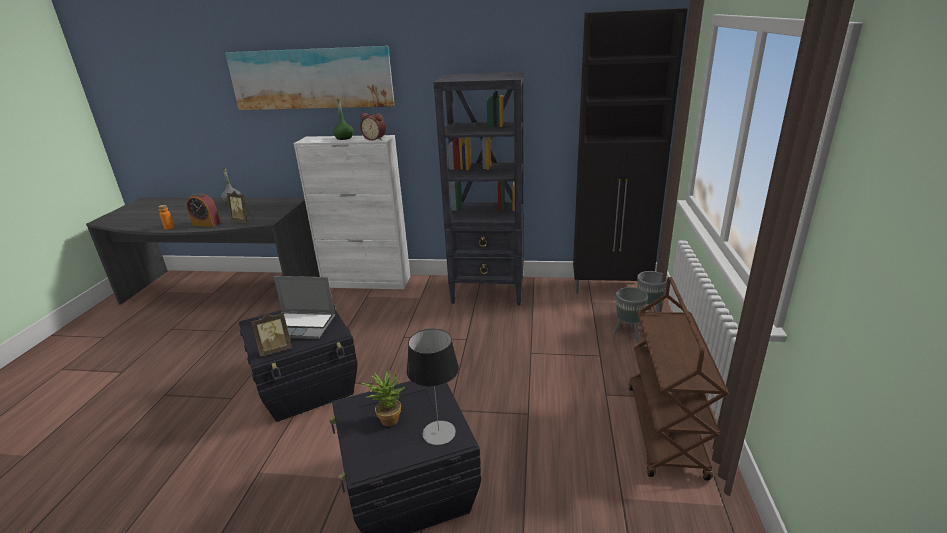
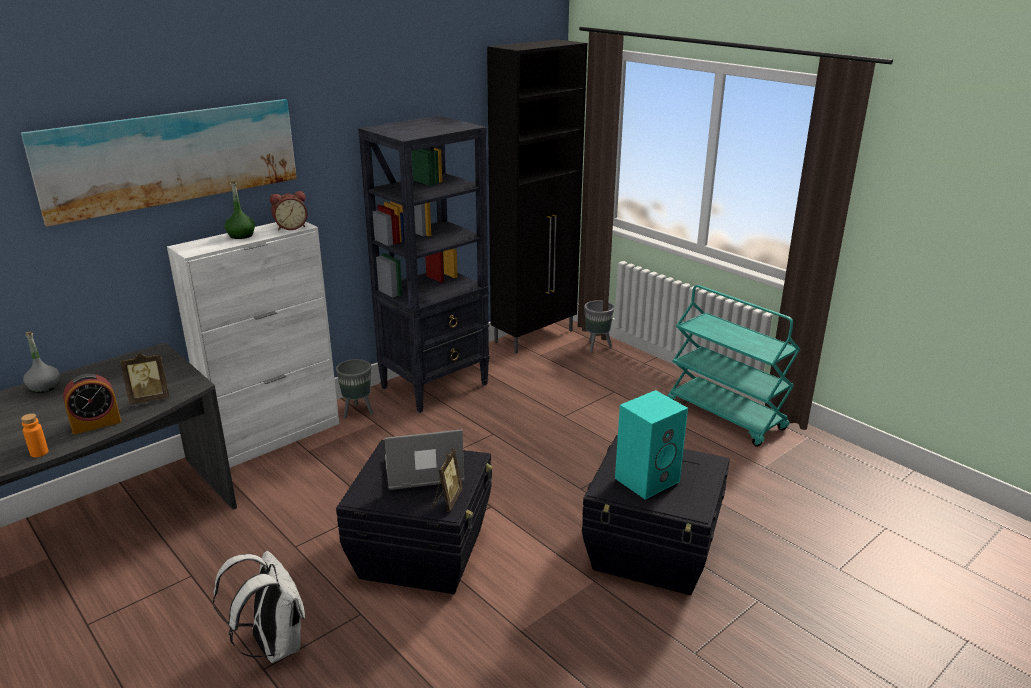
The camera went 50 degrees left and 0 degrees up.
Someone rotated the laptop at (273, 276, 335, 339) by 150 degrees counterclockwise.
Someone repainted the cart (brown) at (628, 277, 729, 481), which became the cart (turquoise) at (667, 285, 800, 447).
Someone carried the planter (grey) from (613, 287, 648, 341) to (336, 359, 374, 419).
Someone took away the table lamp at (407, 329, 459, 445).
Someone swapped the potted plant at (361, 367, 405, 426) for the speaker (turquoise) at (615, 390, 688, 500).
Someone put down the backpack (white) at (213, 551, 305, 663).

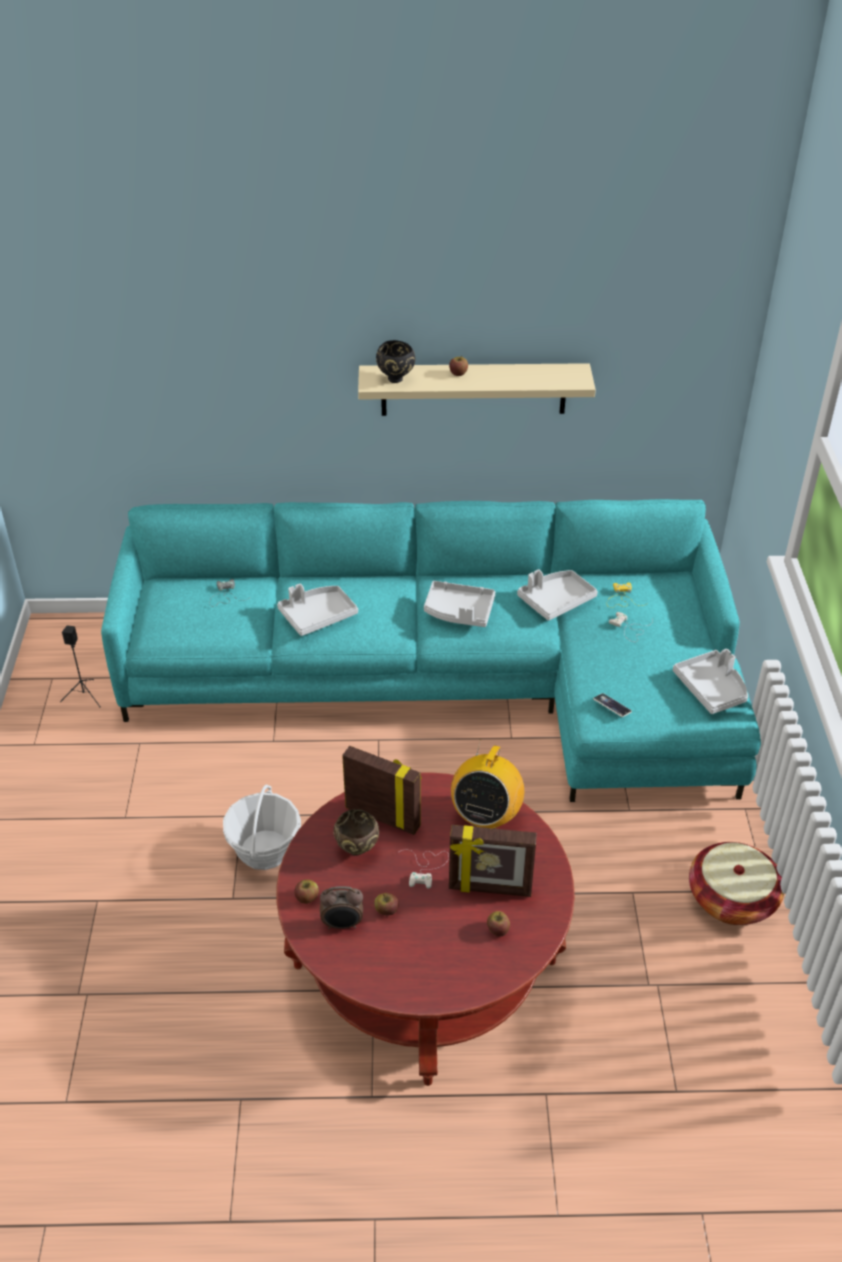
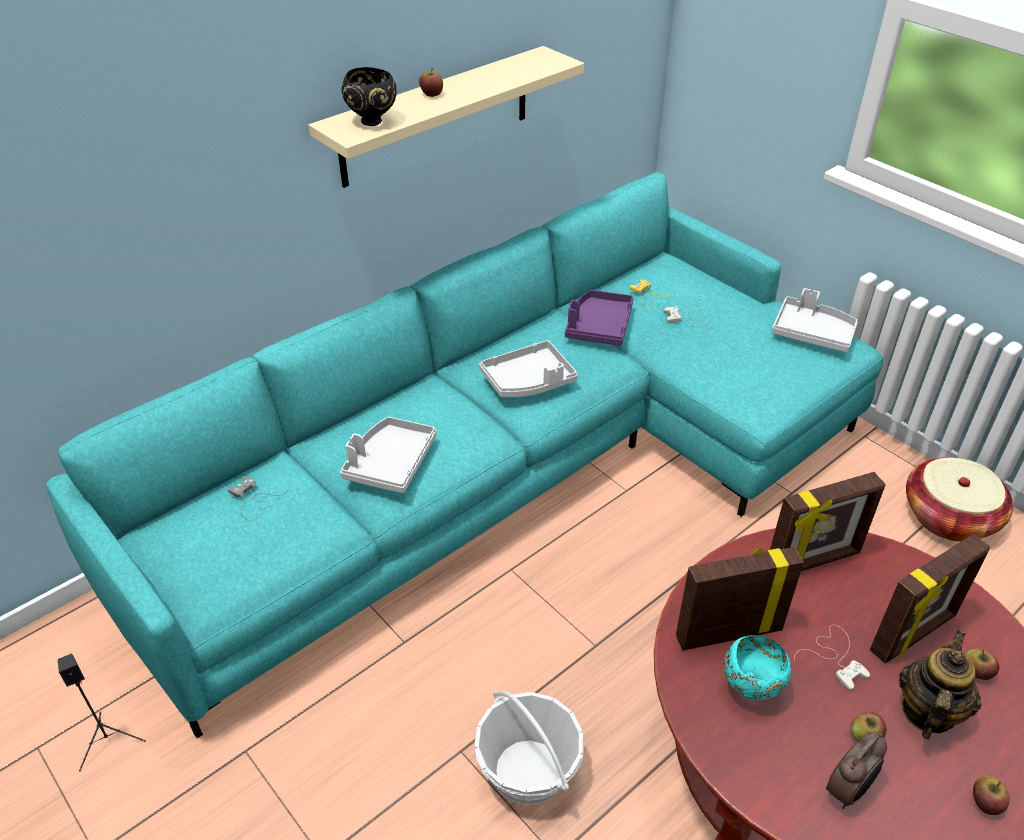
The camera went 40 degrees left and 0 degrees up.
Someone repainted the tray (grey) at (517, 570, 598, 621), which became the tray (purple) at (565, 290, 634, 346).
Someone took away the phone at (593, 693, 632, 717).
Someone swapped the radio at (451, 739, 524, 829) for the picture frame at (770, 472, 886, 571).
Someone repainted the bowl (brown) at (334, 809, 379, 856), which became the bowl (turquoise) at (724, 635, 792, 700).
Someone carried the apple from (294, 879, 319, 904) to (973, 776, 1010, 815).
Someone put down the teapot at (899, 630, 981, 739).

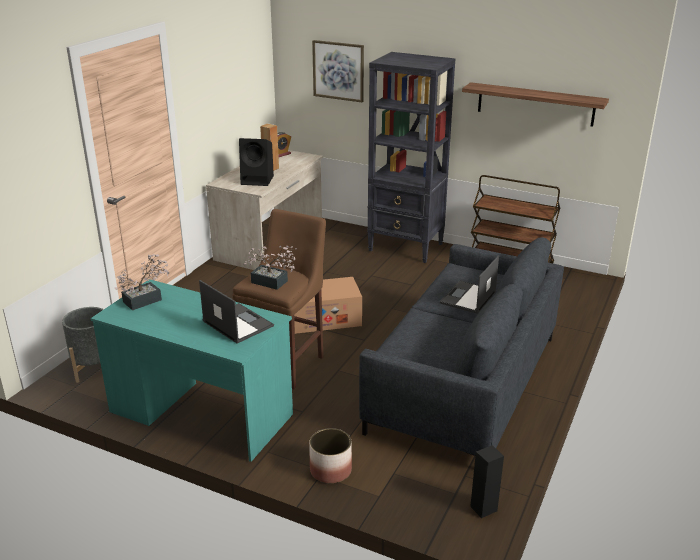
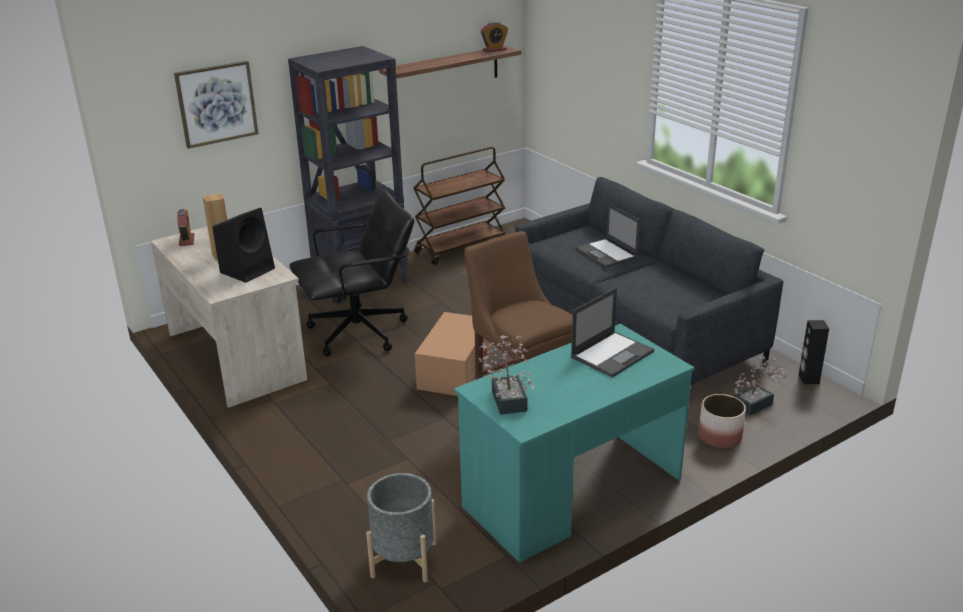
The camera went 60 degrees left and 0 degrees up.
Someone carried the potted plant from (244, 246, 297, 290) to (734, 356, 786, 416).
Someone rotated the laptop at (199, 280, 274, 343) by 150 degrees clockwise.
Someone put down the alarm clock at (481, 22, 508, 53).
Someone put down the office chair (black) at (289, 190, 414, 356).

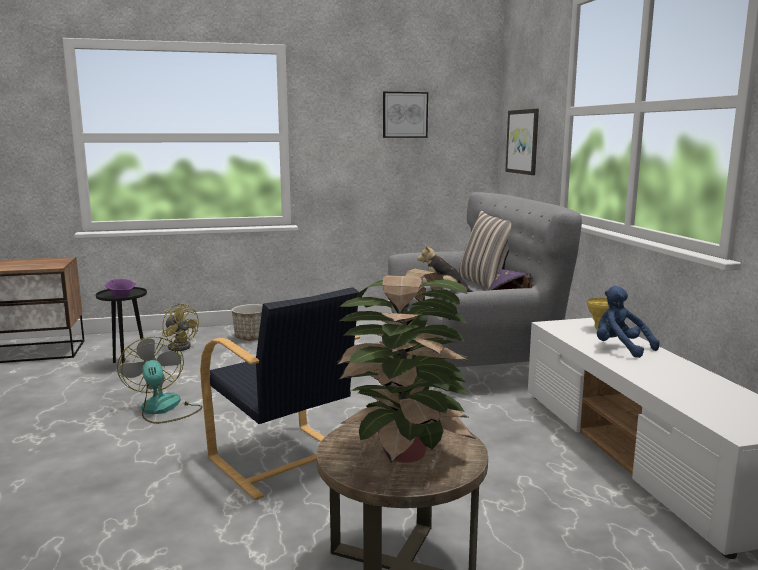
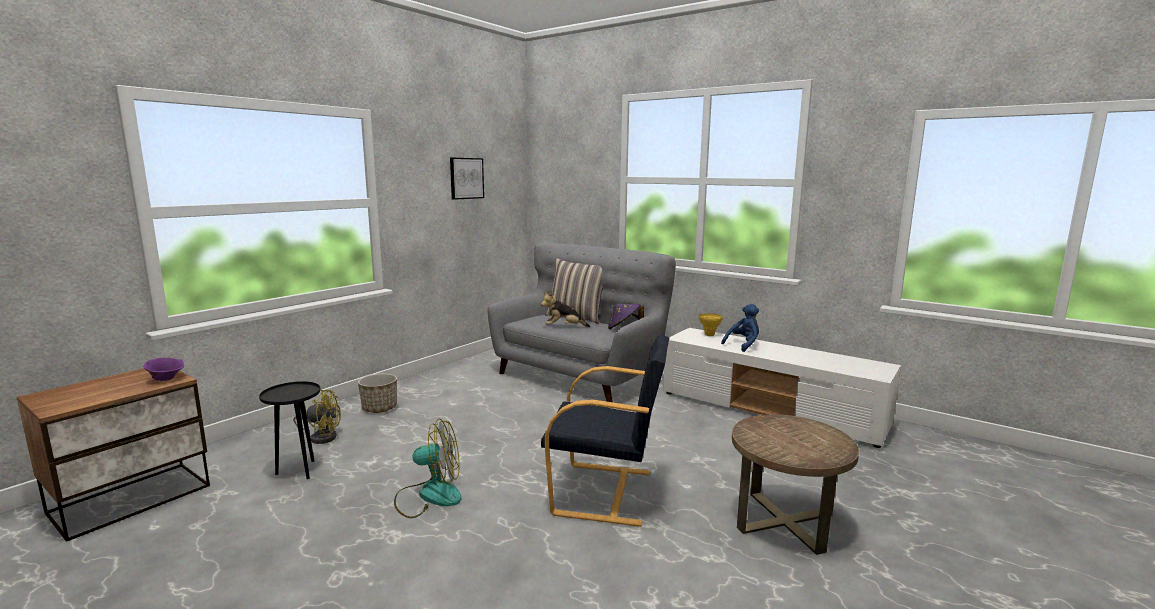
The camera went 40 degrees left and 0 degrees up.
Someone took away the picture at (505, 109, 539, 175).
Someone took away the potted plant at (337, 268, 476, 463).
Someone carried the bowl (purple) from (105, 279, 136, 298) to (143, 358, 184, 381).
Someone rotated the plush toy (blue) at (597, 286, 660, 358) by 135 degrees clockwise.
Someone rotated the fan at (117, 337, 203, 424) by 150 degrees clockwise.

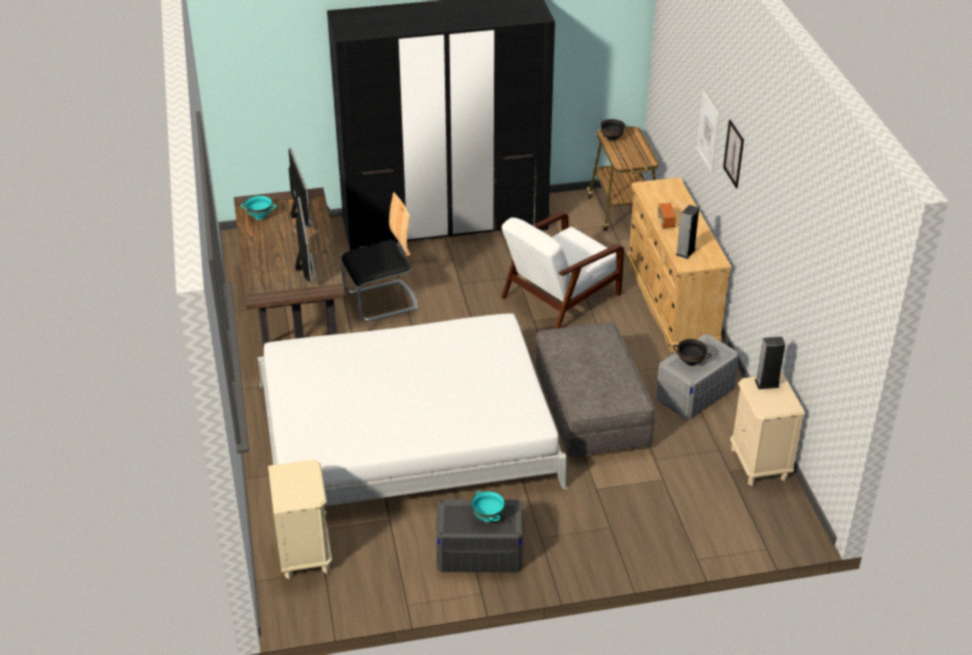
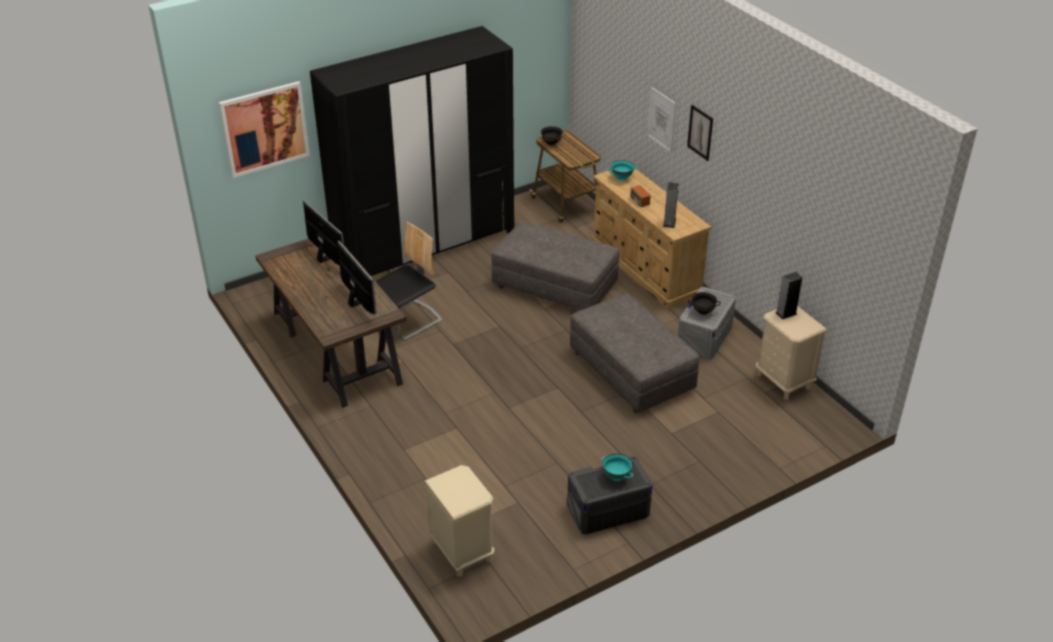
The camera went 20 degrees left and 0 degrees up.
Someone carried the bowl (turquoise) from (241, 195, 277, 220) to (608, 160, 637, 181).
Someone swapped the armchair (white) at (501, 212, 624, 329) for the ottoman (grey) at (491, 221, 619, 311).
Someone took away the bed (white) at (258, 313, 568, 506).
Someone put up the picture at (219, 81, 310, 178).

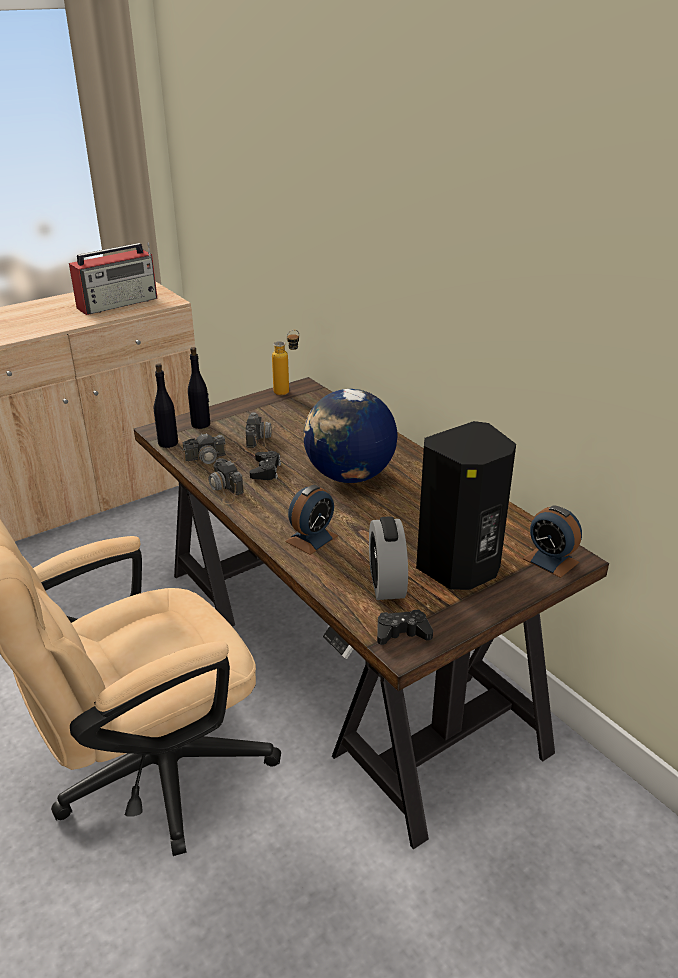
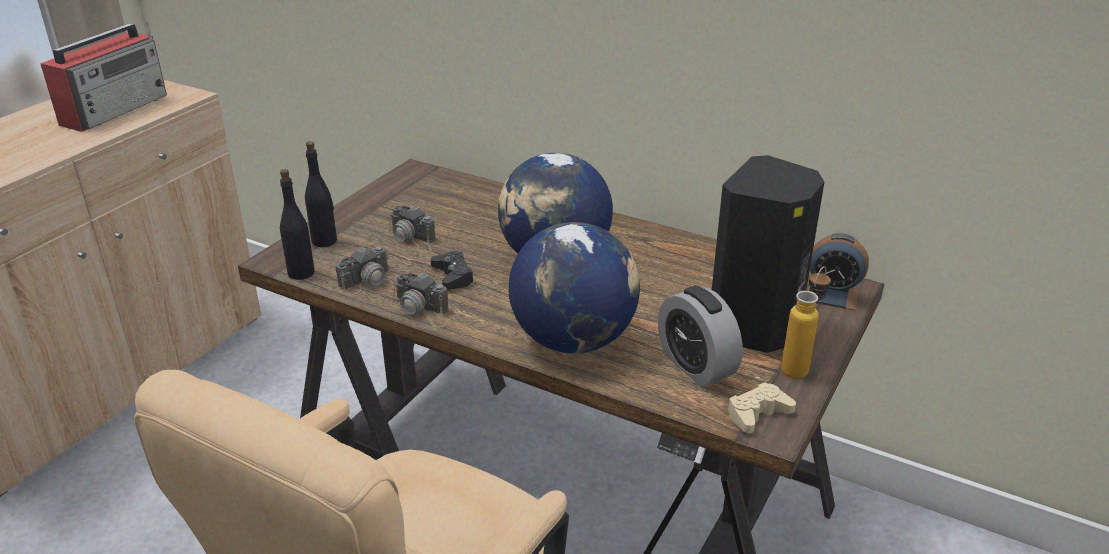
The camera went 25 degrees left and 0 degrees up.
Someone carried the bottle from (272, 330, 299, 395) to (781, 266, 831, 379).
Someone rotated the photo camera at (246, 412, 275, 449) by 150 degrees clockwise.
Someone swapped the alarm clock at (285, 485, 338, 555) for the globe at (509, 222, 640, 354).
Someone repainted the game controller (black) at (377, 609, 433, 645), which became the game controller (beige) at (727, 382, 796, 433).

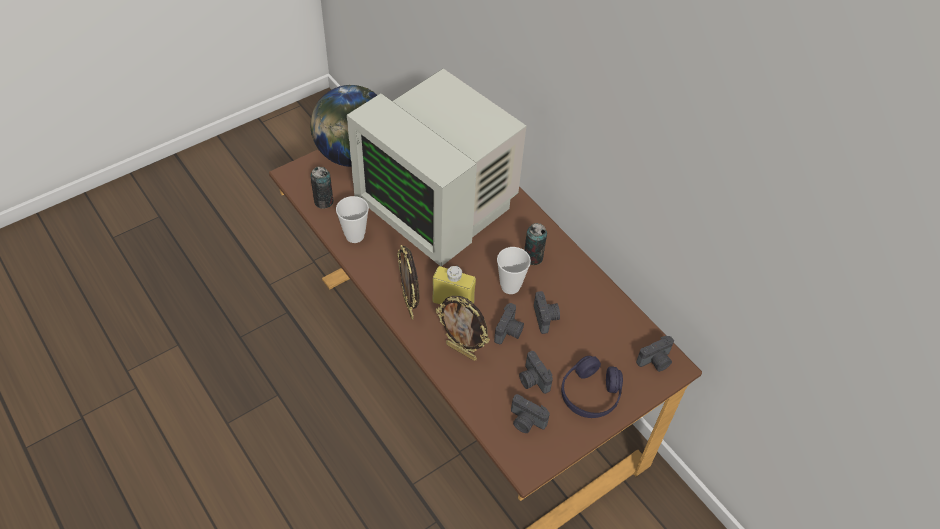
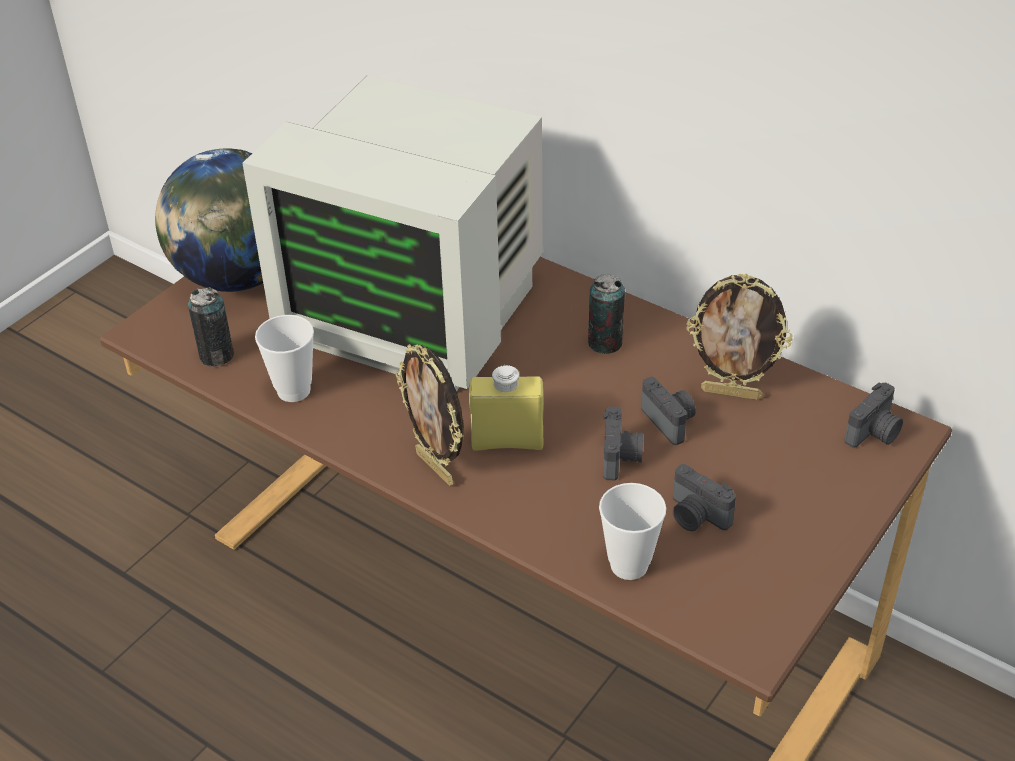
The camera went 15 degrees left and 10 degrees down.
Someone carried the cup from (497, 247, 531, 294) to (599, 483, 666, 580).
Someone carried the picture frame from (436, 296, 490, 361) to (686, 273, 792, 400).
Someone took away the headphones (purple) at (561, 356, 623, 418).
Someone took away the photo camera at (511, 394, 550, 433).

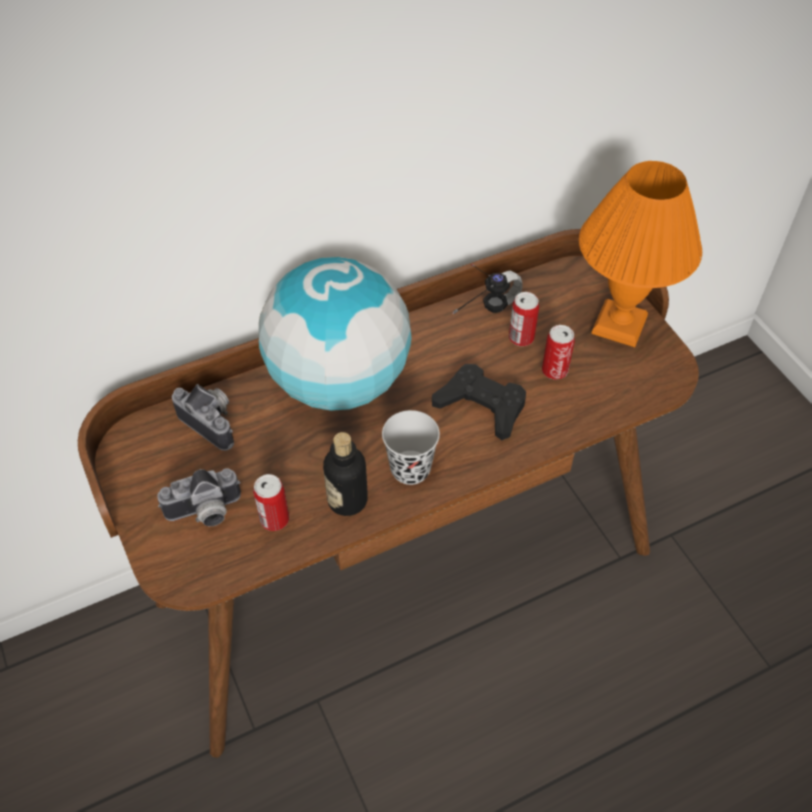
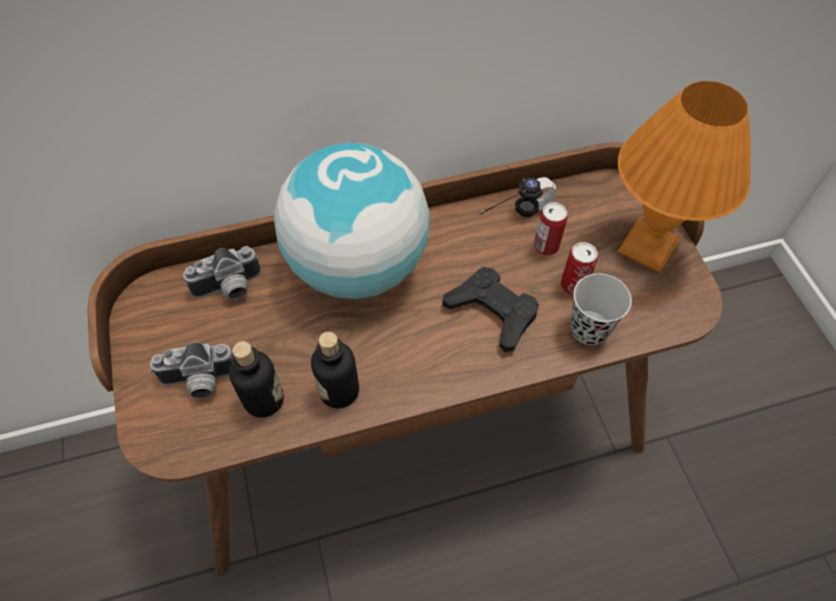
The camera went 10 degrees right and 5 degrees up.
Someone rotated the photo camera at (172, 384, 234, 451) by 105 degrees clockwise.
Someone carried the cup (black) from (382, 410, 440, 485) to (570, 273, 632, 345).
Someone swapped the can at (253, 474, 289, 531) for the bottle at (229, 341, 284, 418).

